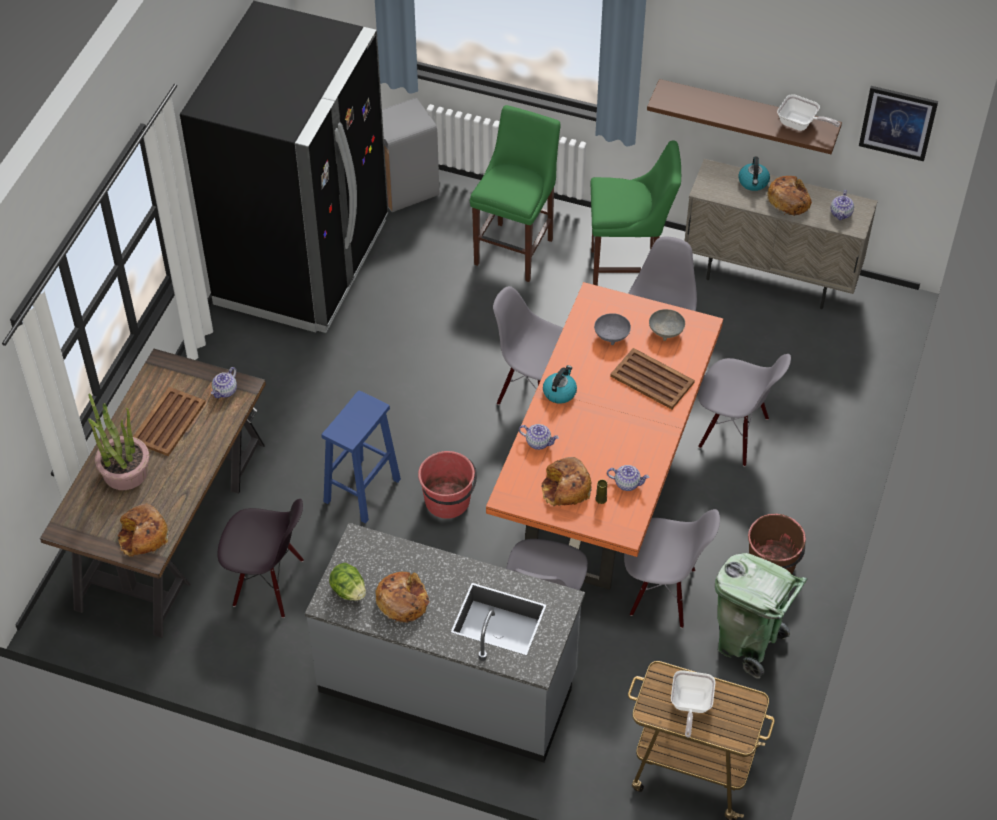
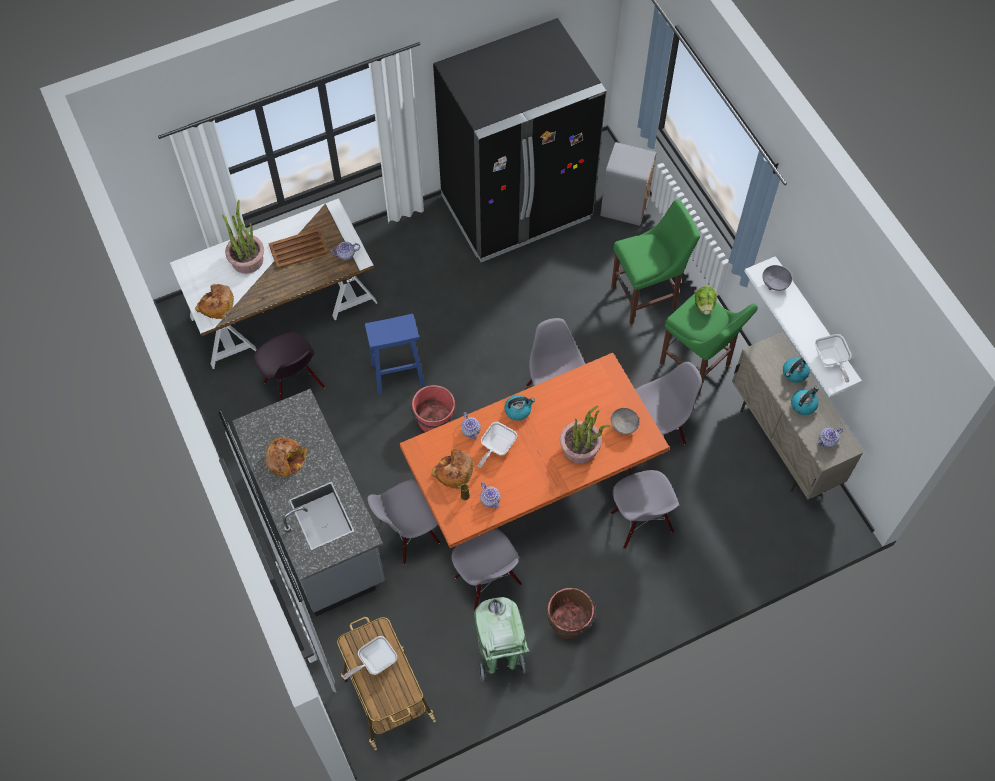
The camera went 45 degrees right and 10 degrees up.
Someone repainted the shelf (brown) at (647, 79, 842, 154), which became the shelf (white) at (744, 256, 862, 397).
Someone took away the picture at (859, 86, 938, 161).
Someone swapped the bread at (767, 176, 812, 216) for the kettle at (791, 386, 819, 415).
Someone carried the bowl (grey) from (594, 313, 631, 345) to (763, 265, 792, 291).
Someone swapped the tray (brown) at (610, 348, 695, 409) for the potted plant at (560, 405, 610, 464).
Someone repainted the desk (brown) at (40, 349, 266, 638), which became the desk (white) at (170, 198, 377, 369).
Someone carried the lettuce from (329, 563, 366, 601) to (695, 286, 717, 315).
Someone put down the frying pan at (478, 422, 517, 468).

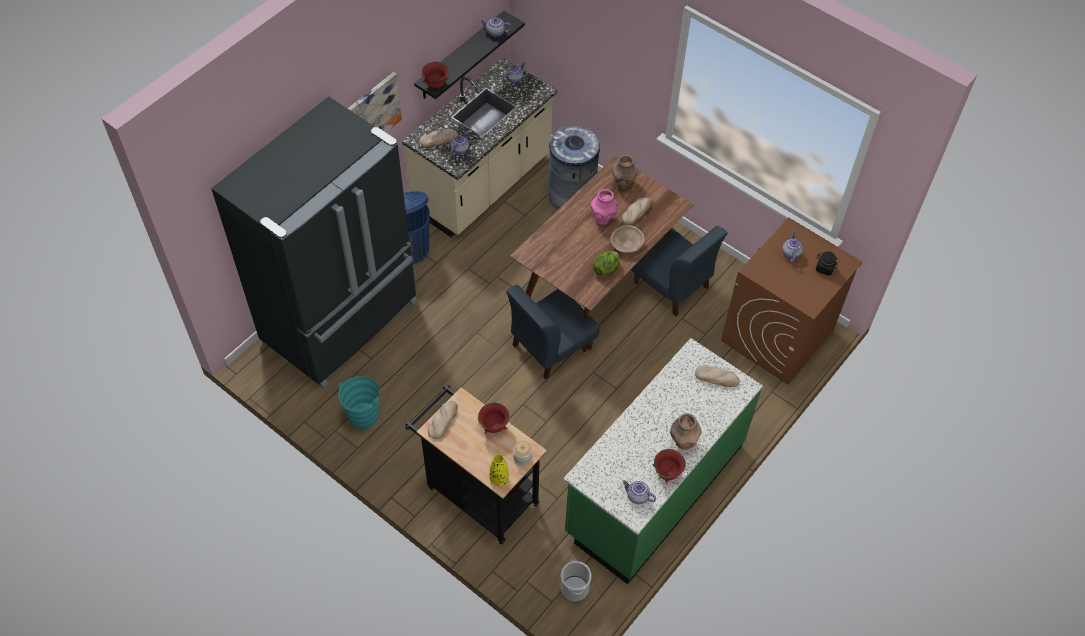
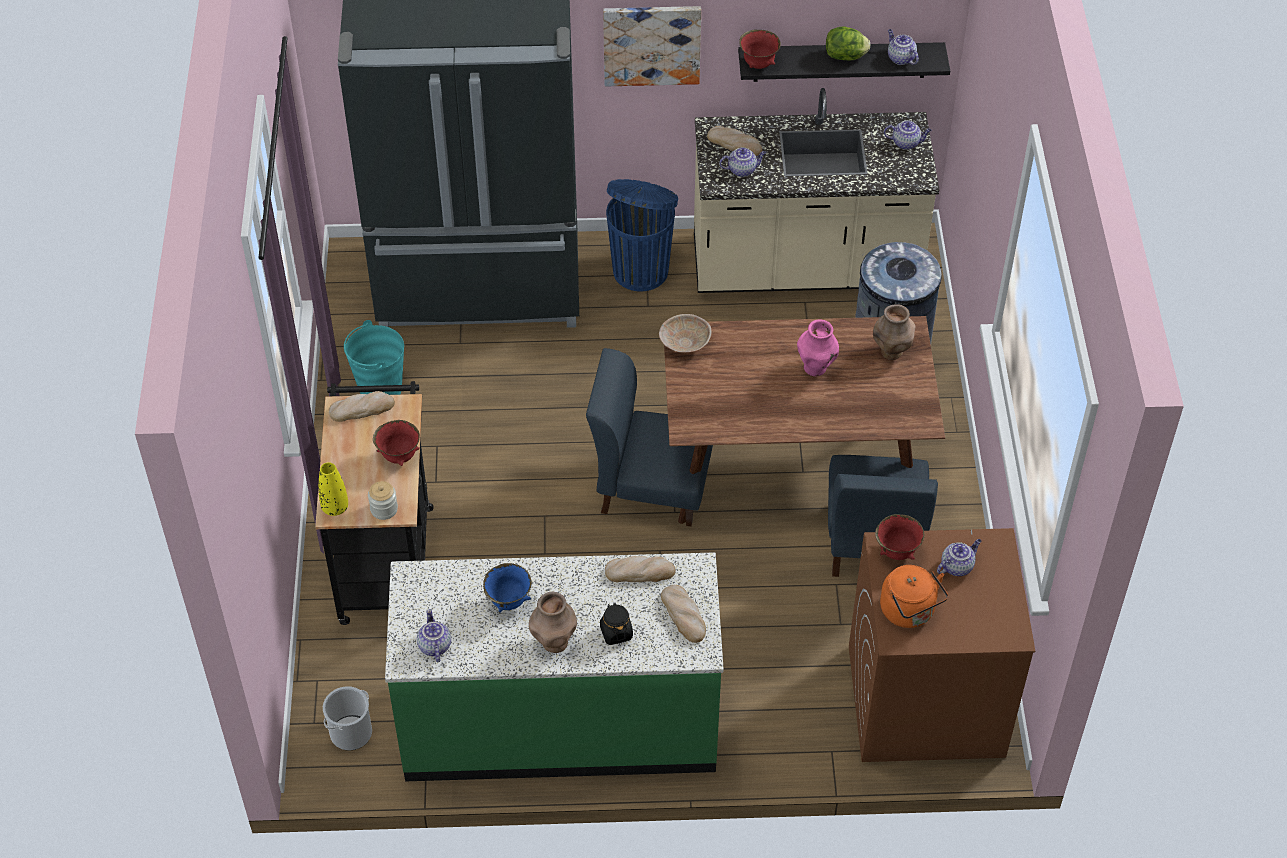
The camera went 50 degrees right and 5 degrees down.
Someone carried the bread from (622, 197, 651, 225) to (605, 556, 675, 582).
Someone carried the bowl (beige) from (611, 225, 645, 253) to (659, 314, 712, 353).
Someone carried the lettuce from (593, 251, 620, 276) to (826, 26, 871, 60).
Someone carried the jar (black) from (816, 251, 838, 276) to (600, 603, 633, 645).
Someone carried the bowl (red) from (652, 449, 686, 483) to (875, 514, 924, 560).
Someone put down the bowl (blue) at (483, 563, 532, 613).
Someone put down the kettle (orange) at (880, 565, 949, 628).

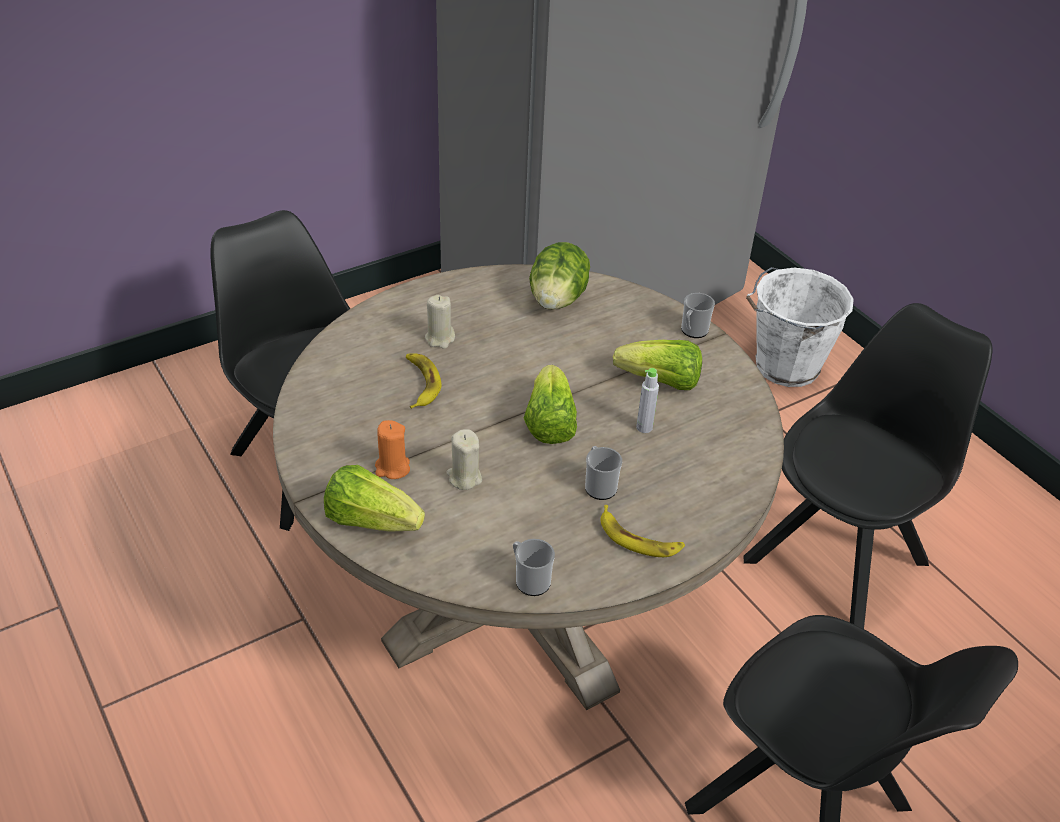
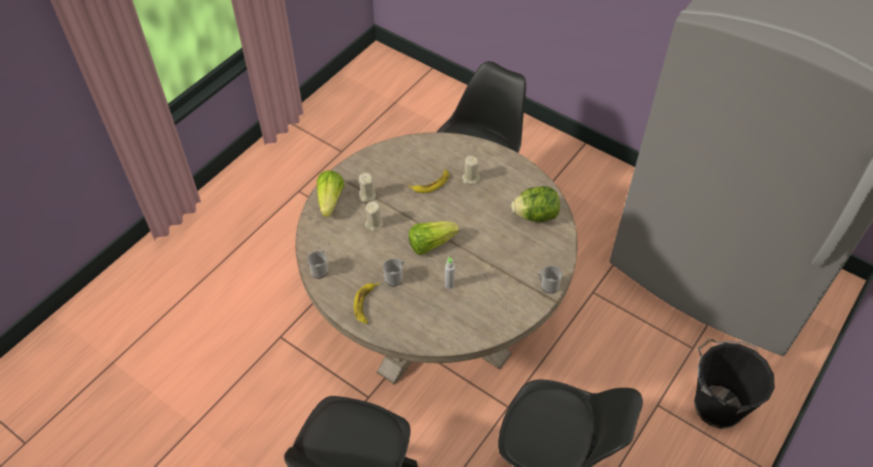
The camera went 70 degrees right and 10 degrees up.
Someone repainted the bucket (white) at (746, 267, 854, 387), which became the bucket (black) at (694, 339, 775, 429).
Someone took away the lettuce at (613, 340, 702, 390).
Someone repainted the candle (orange) at (375, 420, 410, 479), which became the candle (beige) at (358, 173, 375, 202).

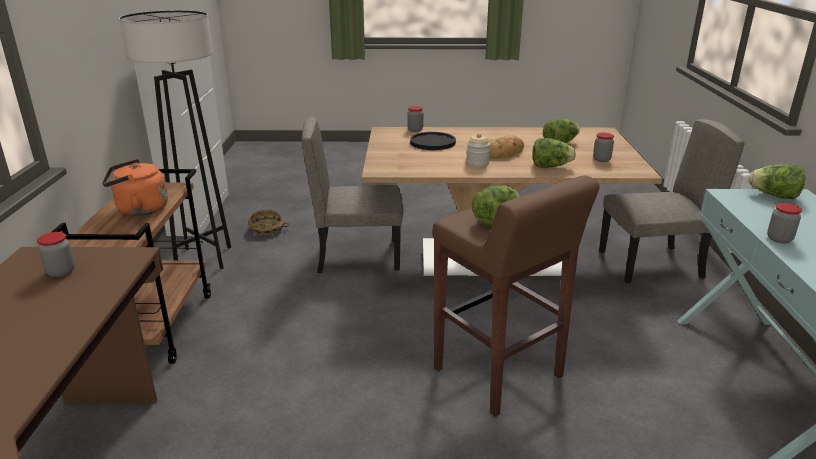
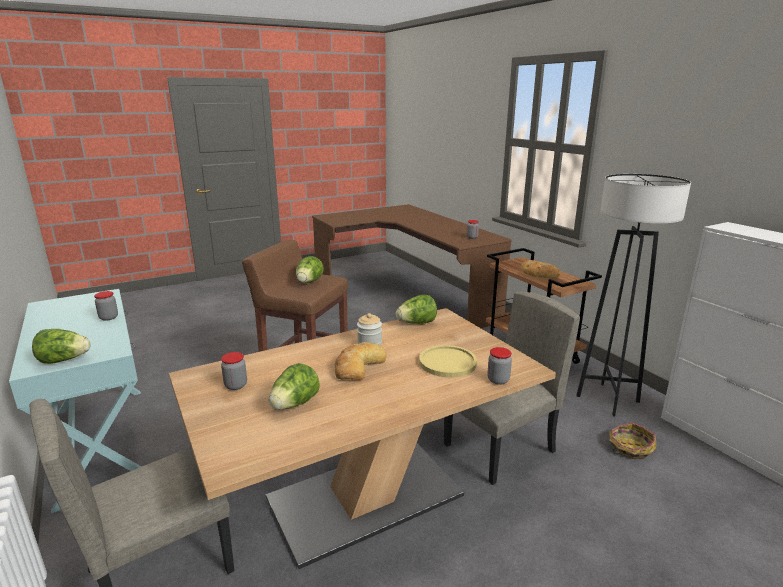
The camera went 150 degrees right and 5 degrees down.
Someone repainted the plate (black) at (410, 132, 456, 150), which became the plate (yellow) at (419, 345, 477, 378).
Someone carried the lettuce from (532, 138, 576, 168) to (396, 294, 437, 324).
Someone swapped the kettle (orange) at (102, 159, 168, 216) for the bread at (521, 260, 561, 278).

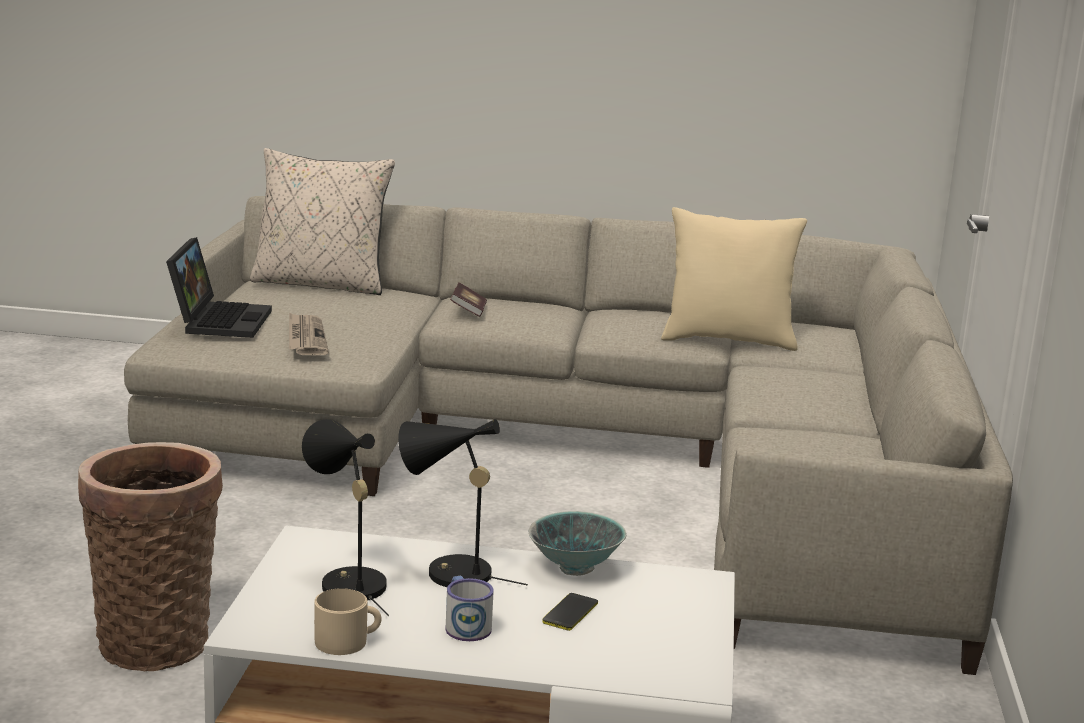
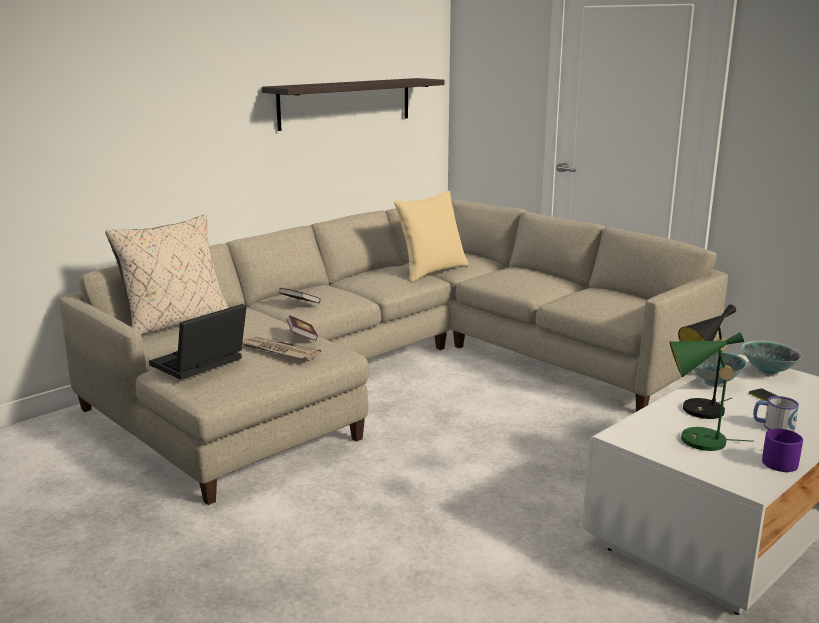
The camera went 50 degrees left and 0 degrees up.
Someone rotated the laptop at (166, 237, 272, 338) by 90 degrees counterclockwise.
Someone repainted the table lamp (black) at (302, 419, 389, 616), which became the table lamp (green) at (670, 332, 754, 451).
Someone took away the basket at (78, 442, 223, 671).
Someone repainted the mug (beige) at (314, 588, 382, 655), which became the mug (purple) at (762, 429, 803, 472).
Someone put up the shelf at (262, 78, 445, 131).
Someone put down the book at (287, 315, 318, 341).
Someone put down the bowl at (741, 341, 802, 377).

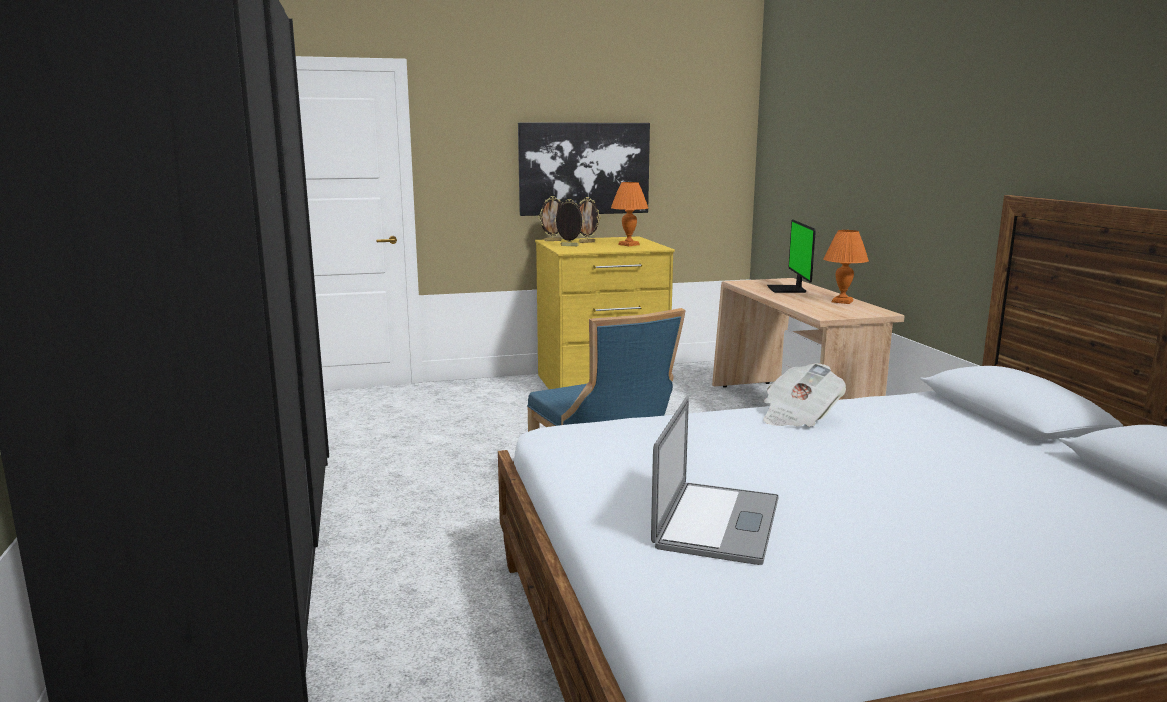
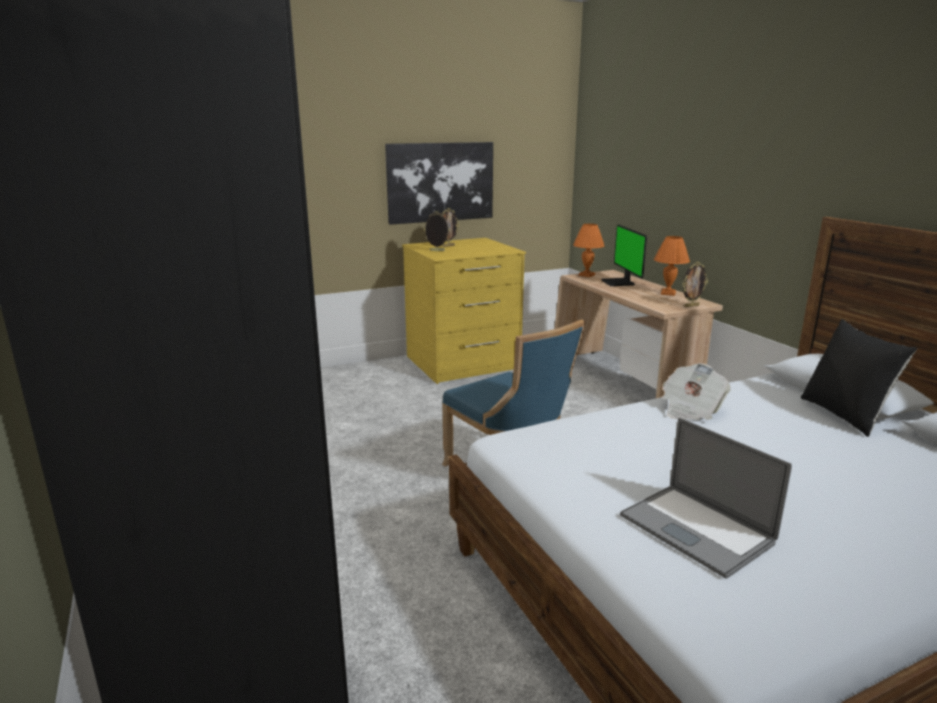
The camera went 10 degrees left and 5 degrees up.
Someone carried the table lamp (orange) from (611, 182, 648, 246) to (573, 224, 604, 277).
Someone carried the picture frame from (538, 196, 562, 241) to (682, 262, 708, 307).
Someone rotated the laptop at (651, 396, 779, 565) by 135 degrees clockwise.
Someone put down the pillow (black) at (801, 319, 918, 437).

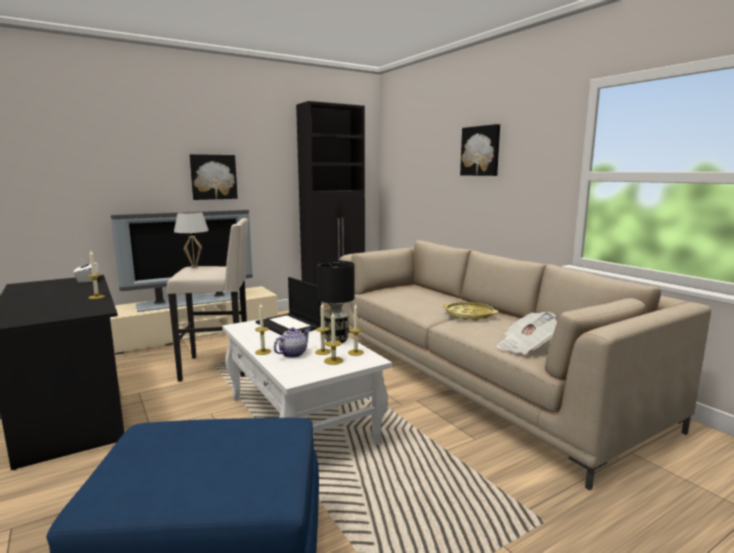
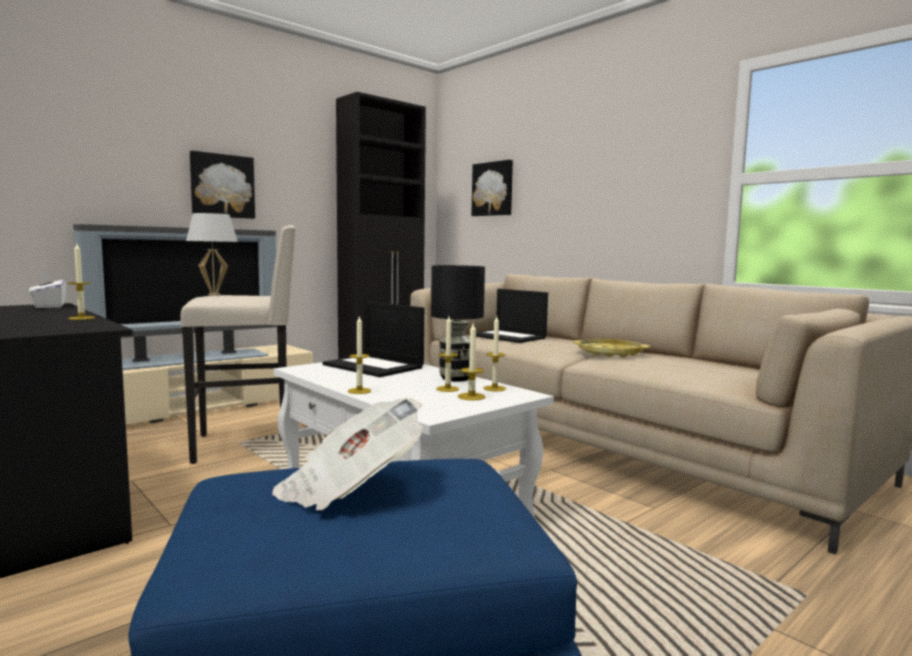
The camera went 10 degrees left and 5 degrees down.
Someone carried the picture from (460, 124, 500, 176) to (472, 160, 513, 216).
Someone carried the newspaper from (497, 312, 557, 354) to (272, 398, 423, 511).
Someone took away the teapot at (274, 327, 311, 358).
Someone put down the laptop at (469, 289, 548, 343).

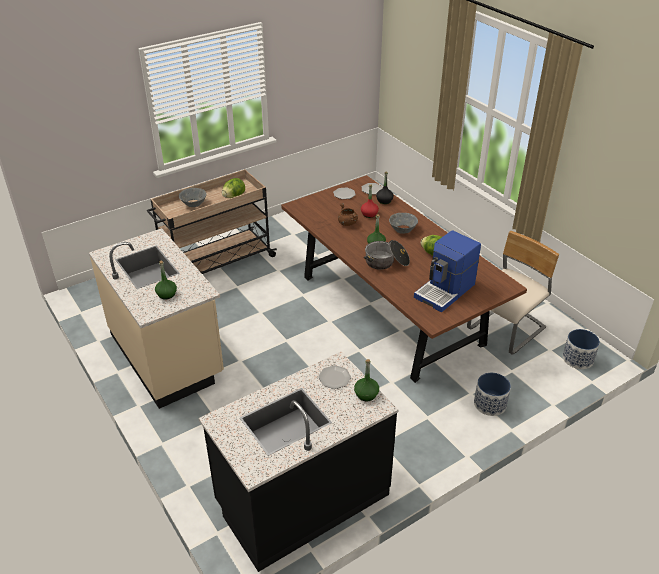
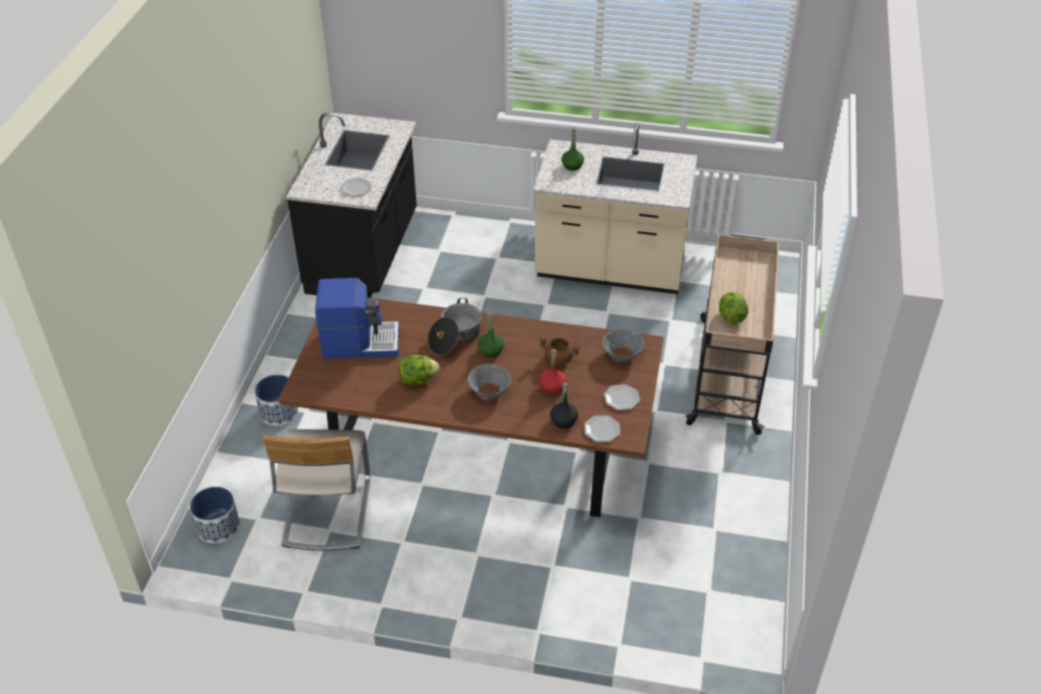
The camera went 135 degrees right and 5 degrees up.
Someone carried the bowl (grey) from (179, 188, 206, 207) to (602, 328, 644, 362).
Someone rotated the coffee machine at (414, 230, 481, 312) by 90 degrees clockwise.
Someone took away the bottle (green) at (354, 359, 379, 401).

